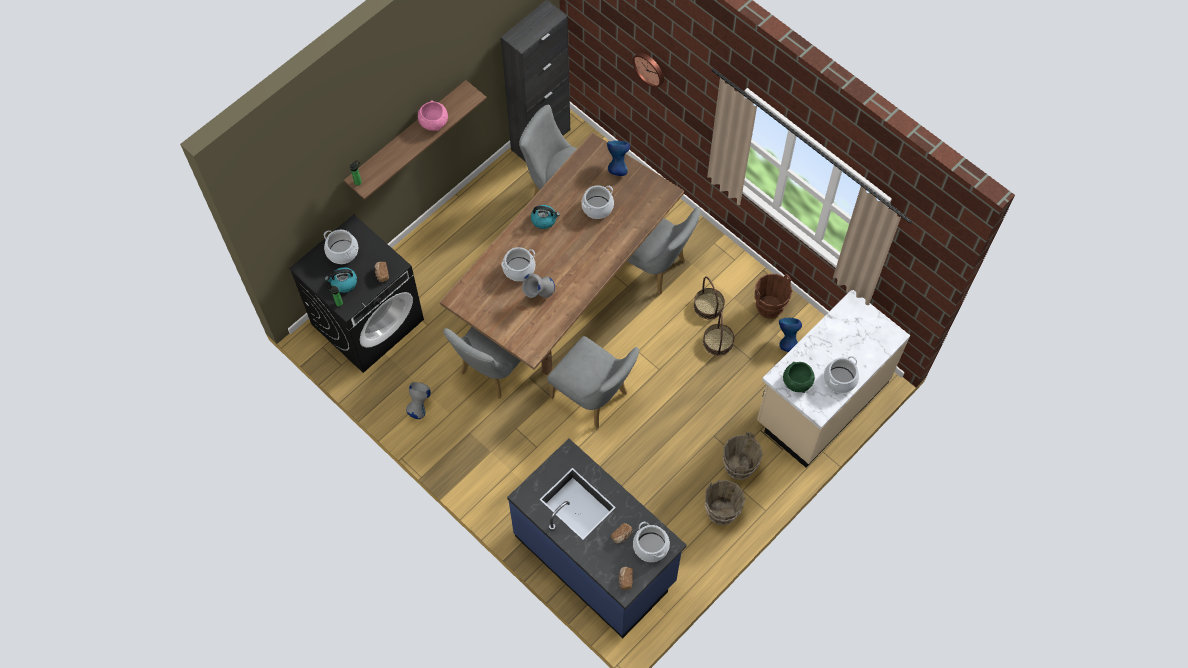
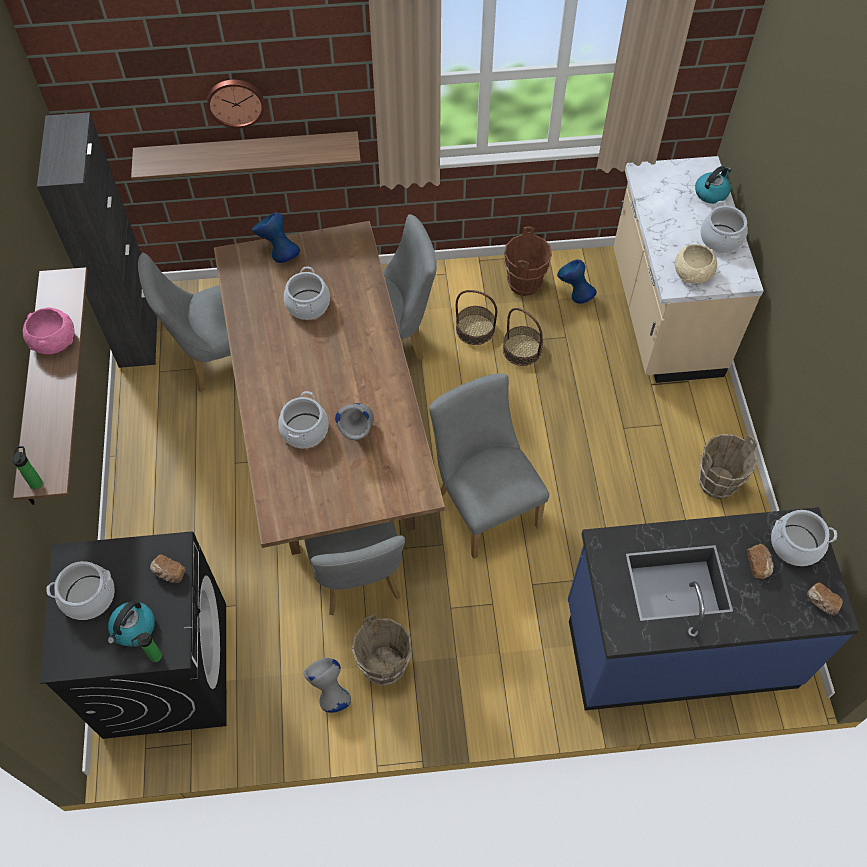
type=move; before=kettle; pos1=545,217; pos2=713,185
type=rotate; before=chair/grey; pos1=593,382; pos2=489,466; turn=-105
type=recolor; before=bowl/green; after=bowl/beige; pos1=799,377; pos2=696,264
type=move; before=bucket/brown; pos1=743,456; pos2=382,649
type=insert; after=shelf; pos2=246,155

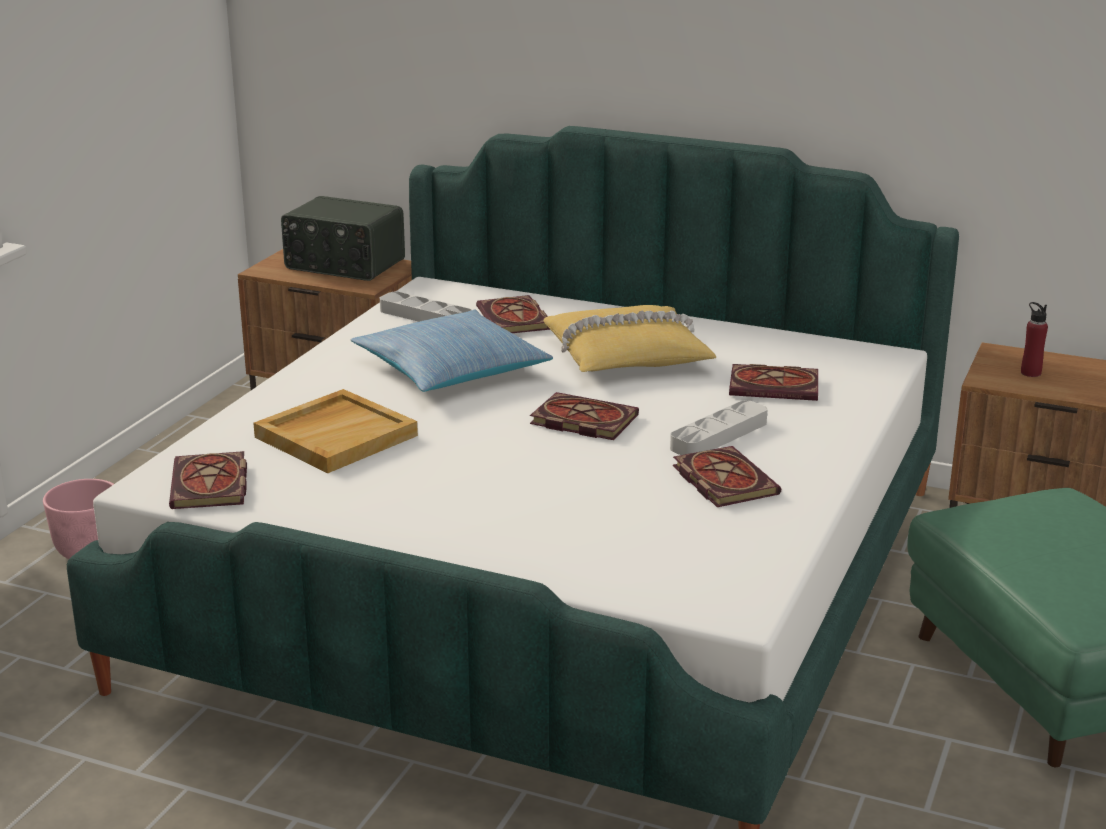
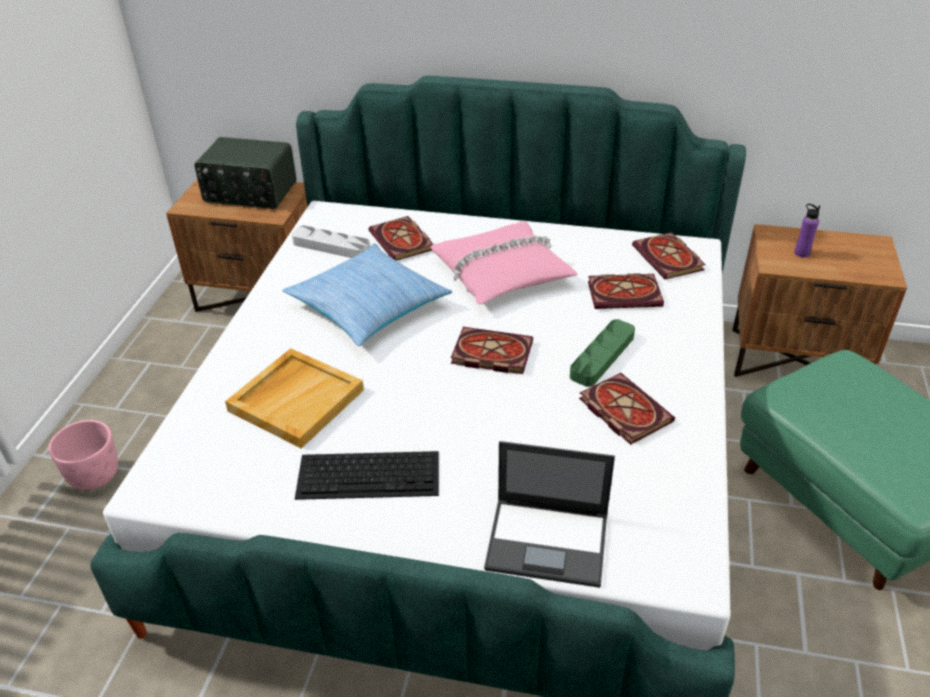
type=recolor; before=bottle/red; after=bottle/purple; pos1=1034,339; pos2=807,231
type=recolor; before=pillow/yellow; after=pillow/pink; pos1=629,338; pos2=504,262
type=recolor; before=tray/grey; after=tray/green; pos1=718,427; pos2=602,353
type=move; before=book; pos1=208,480; pos2=669,255
type=insert; after=laptop; pos2=549,514
type=insert; after=keyboard; pos2=367,475

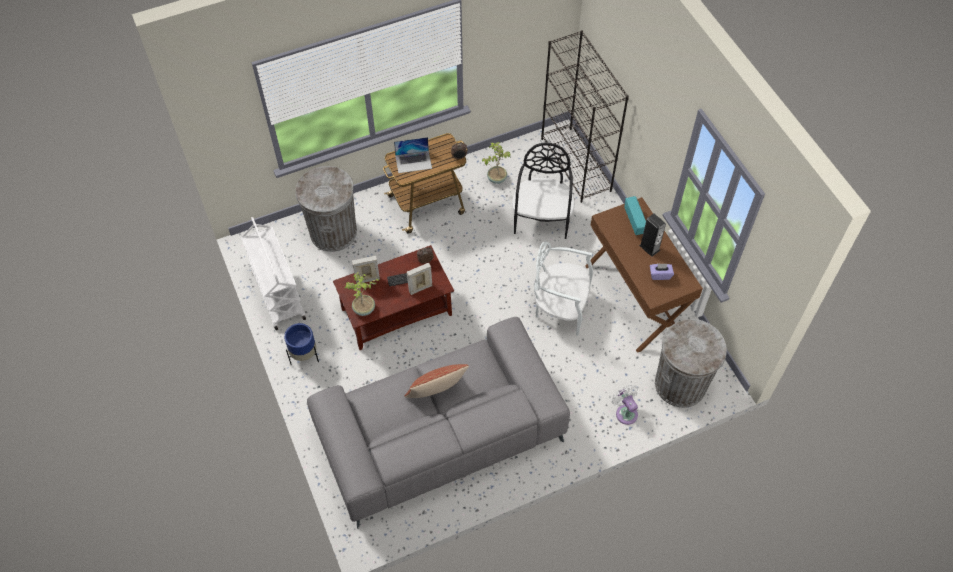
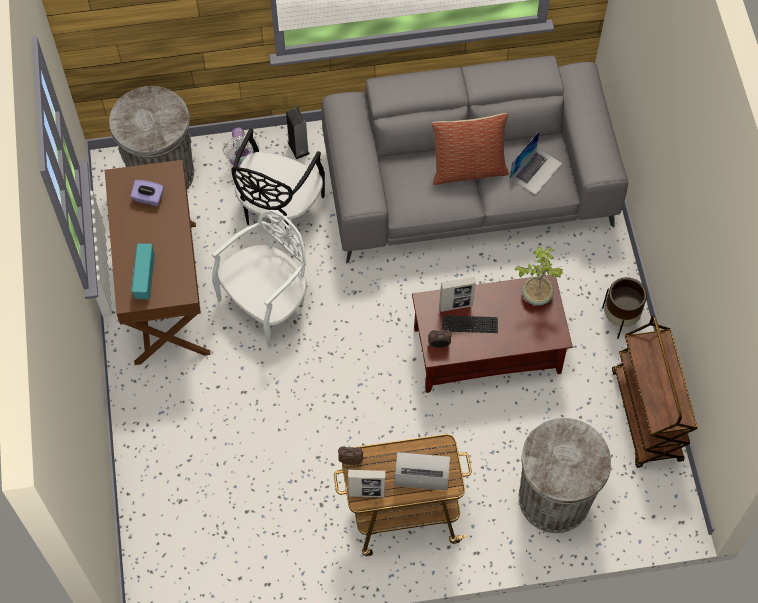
type=delete; before=bookcase/black; pos1=585,117
type=delete; before=potted plant; pos1=496,163
type=move; before=chair/black; pos1=543,191; pos2=278,178
type=move; before=speaker; pos1=652,235; pos2=298,133
type=recolor; before=cart/white; after=cart/brown; pos1=273,273; pos2=655,392
type=rotate; before=chair/white; pos1=563,288; pos2=259,279; turn=-75
type=move; before=picture frame; pos1=366,270; pos2=367,483
type=recolor; before=planter/blue; after=planter/brown; pos1=301,343; pos2=624,308
type=insert; after=laptop; pos2=536,163

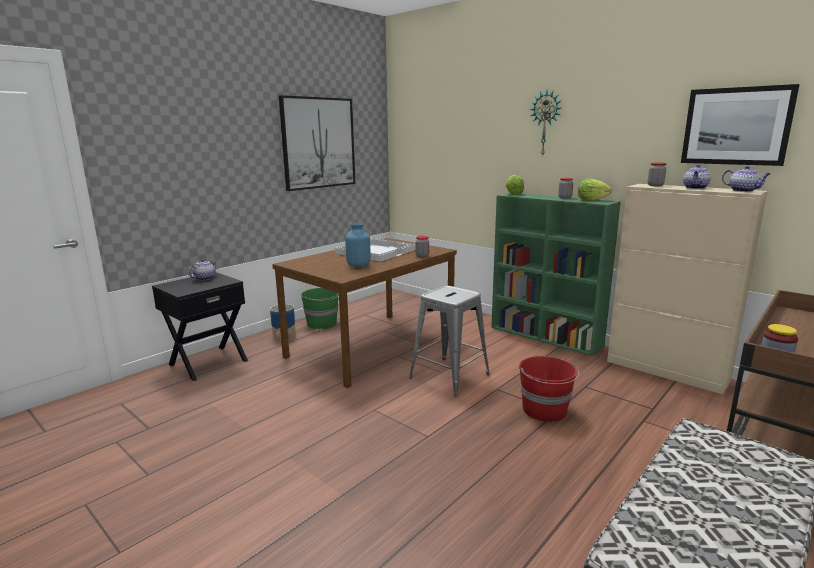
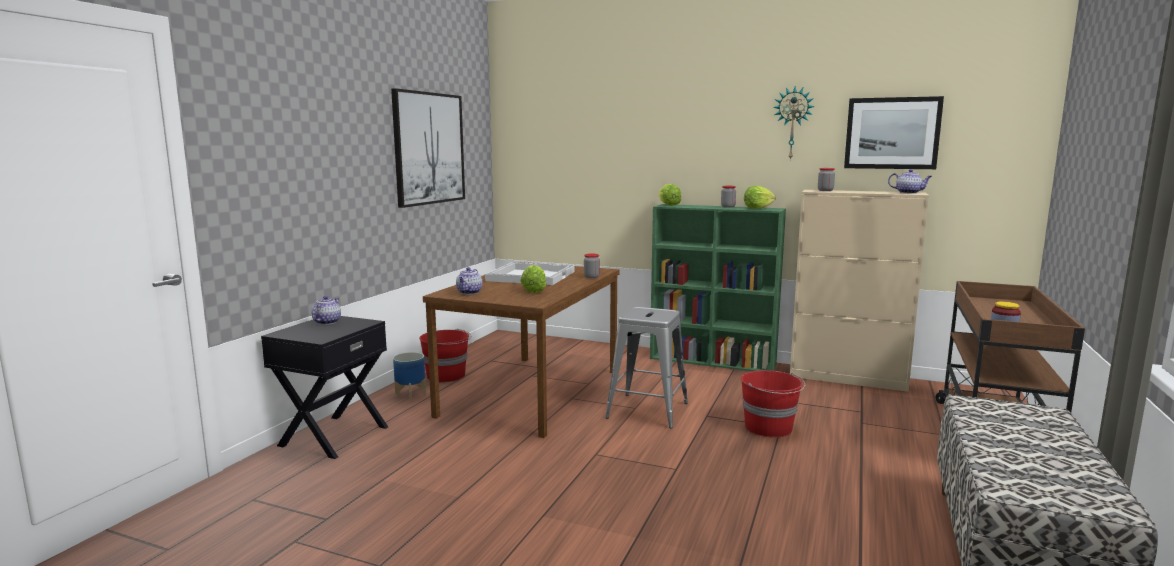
type=move; before=wall clock; pos1=546,124; pos2=794,123
type=move; before=teapot; pos1=697,176; pos2=469,280
type=replace; before=vase/blue; after=lettuce; pos1=358,245; pos2=533,279
type=recolor; before=bucket/green; after=bucket/red; pos1=320,308; pos2=445,355

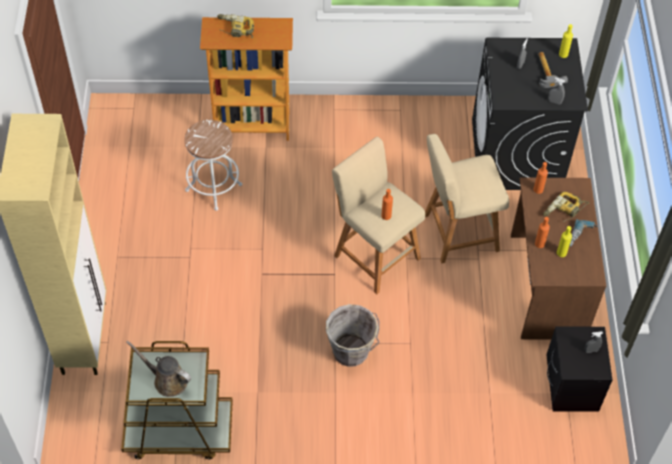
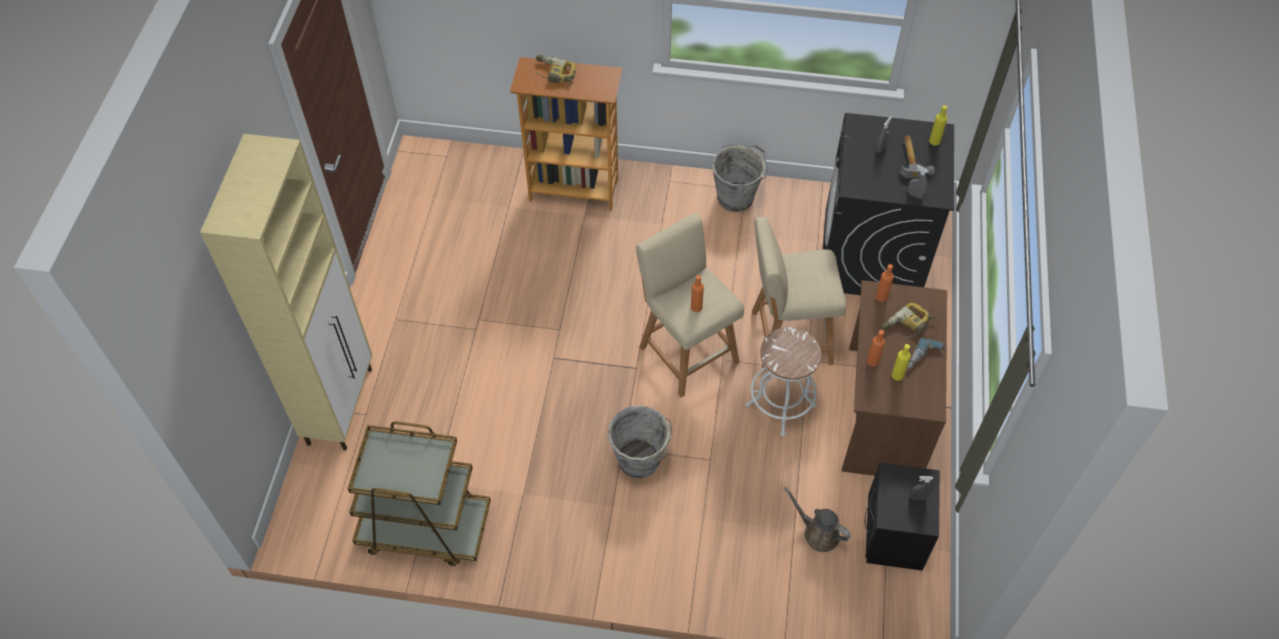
type=move; before=stool/white; pos1=213,165; pos2=783,381
type=move; before=watering can/brown; pos1=158,368; pos2=817,519
type=insert; after=bucket/grey; pos2=740,178

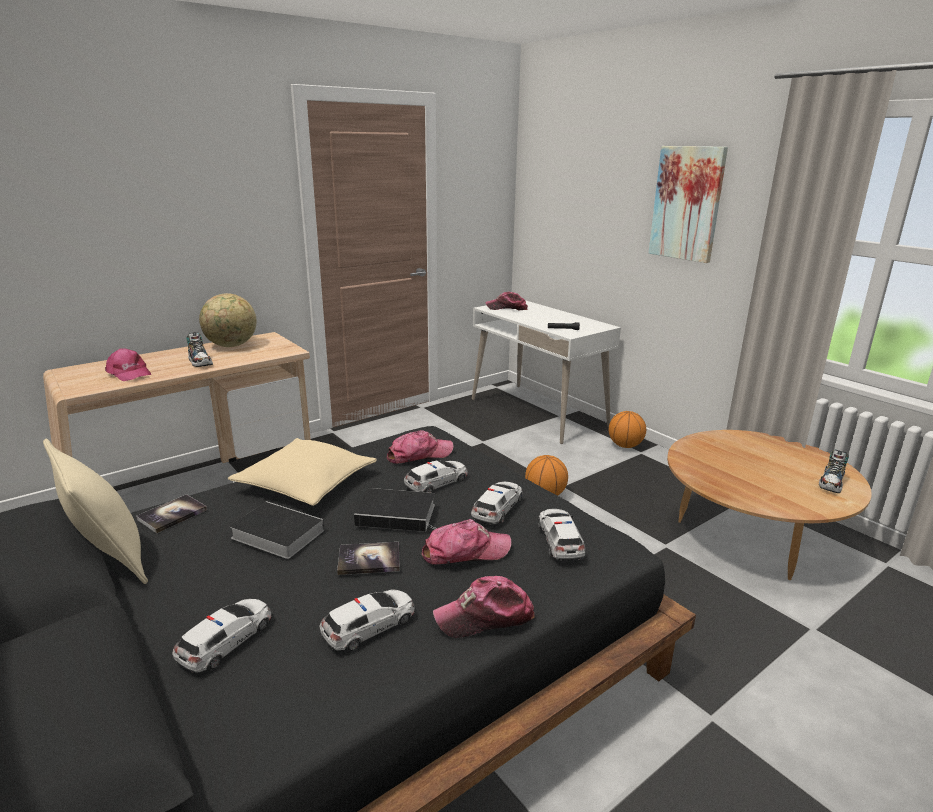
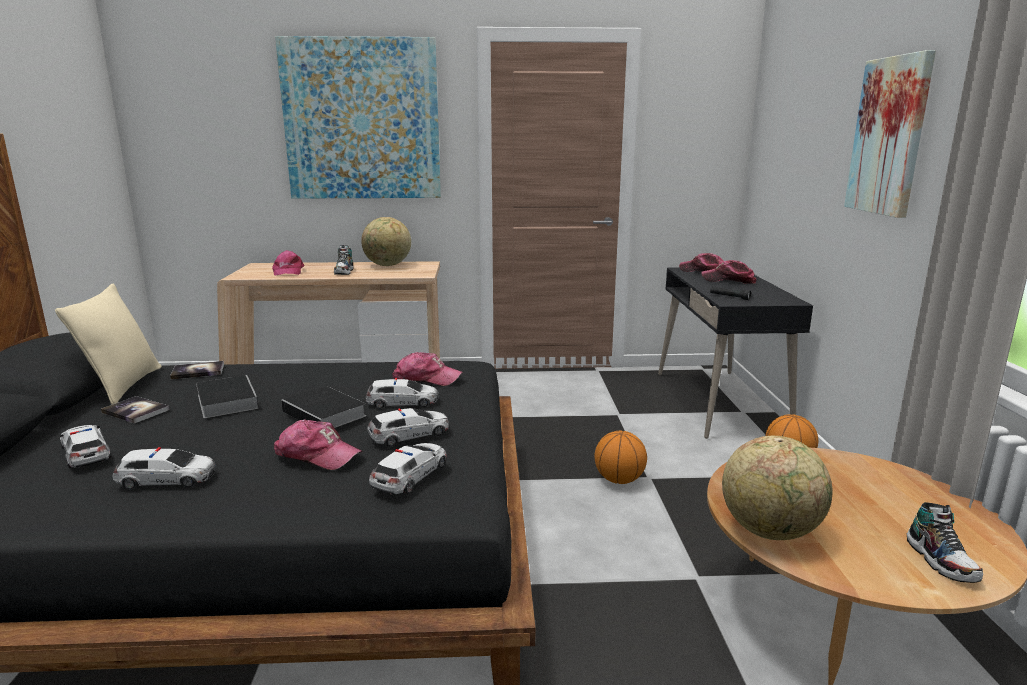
type=recolor; before=desk/white; after=desk/black; pos1=546,372; pos2=735,353
type=delete; before=pillow/beige; pos1=302,472
type=rotate; before=shoe; pos1=834,471; pos2=945,542; turn=-75
type=move; before=book; pos1=368,558; pos2=135,410
type=move; before=cap; pos1=483,607; pos2=729,272
type=rotate; before=toy car; pos1=221,636; pos2=85,446; turn=-105
type=insert; after=picture; pos2=358,117
type=insert; after=globe; pos2=777,488

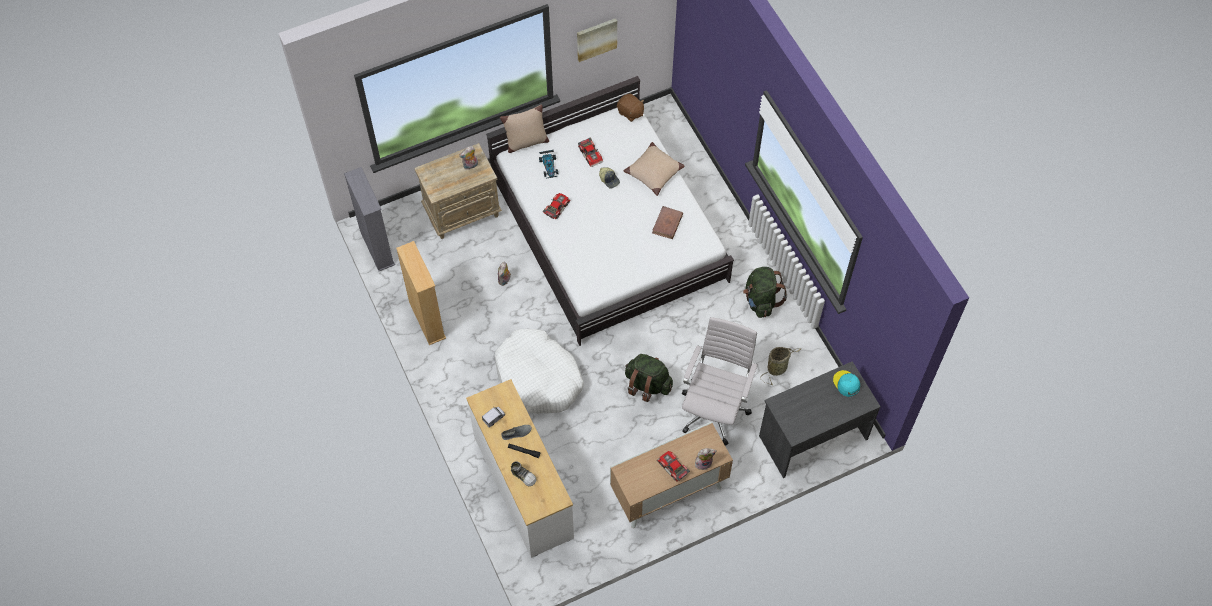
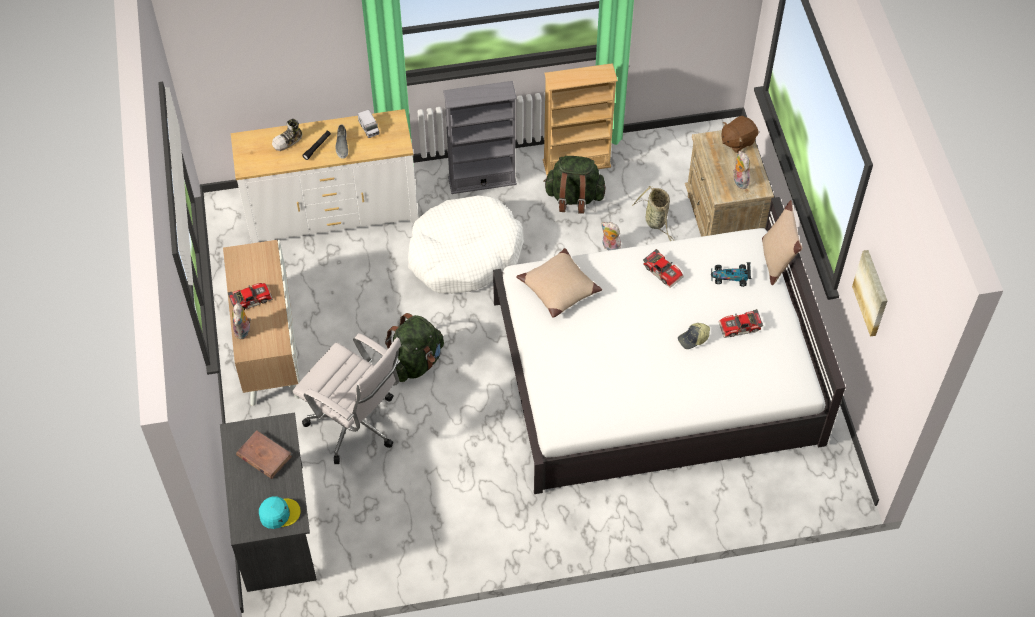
type=move; before=plush toy/brown; pos1=630,107; pos2=740,134
type=move; before=pillow/beige; pos1=653,169; pos2=559,283
type=move; before=bookcase/grey; pos1=369,219; pos2=480,137
type=move; before=book/brown; pos1=667,222; pos2=264,455
type=move; before=backpack/green; pos1=765,292; pos2=575,185
type=move; before=basket; pos1=780,366; pos2=653,213

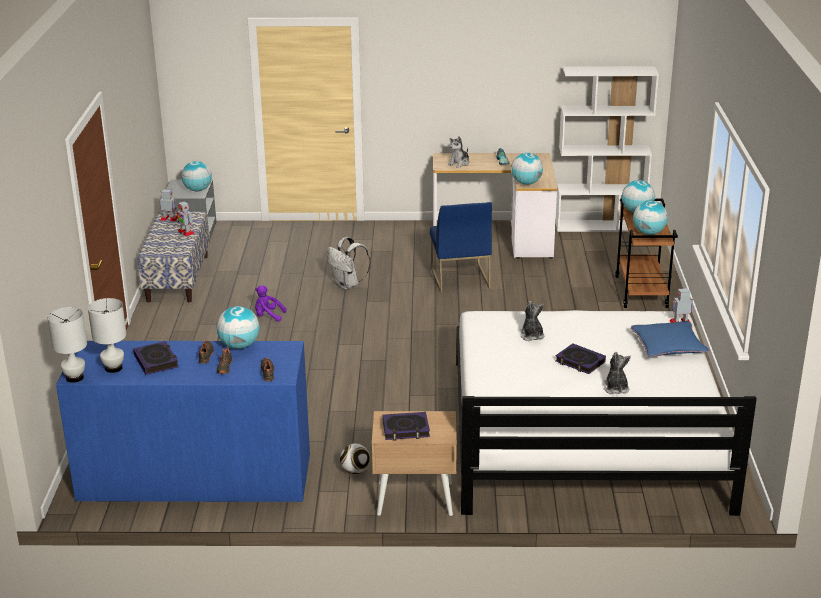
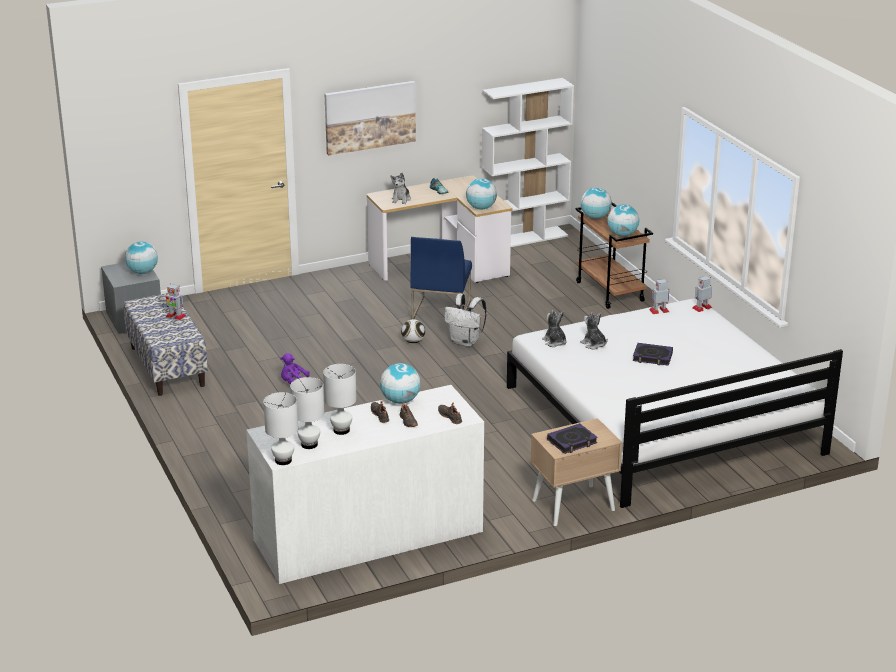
type=move; before=toy robot; pos1=168,205; pos2=659,296
type=rotate; before=chair/blue; pos1=461,247; pos2=441,278; turn=45
type=move; before=backpack/white; pos1=349,263; pos2=465,320
type=delete; before=pillow/blue; pos1=670,339
type=recolor; before=dresser/blue; after=dresser/white; pos1=183,421; pos2=365,484
type=replace; before=book; after=table lamp/white; pos1=156,358; pos2=339,399
type=move; before=plush toy; pos1=617,373; pos2=554,328
type=move; before=football; pos1=355,458; pos2=413,331
type=insert; after=picture; pos2=370,118

